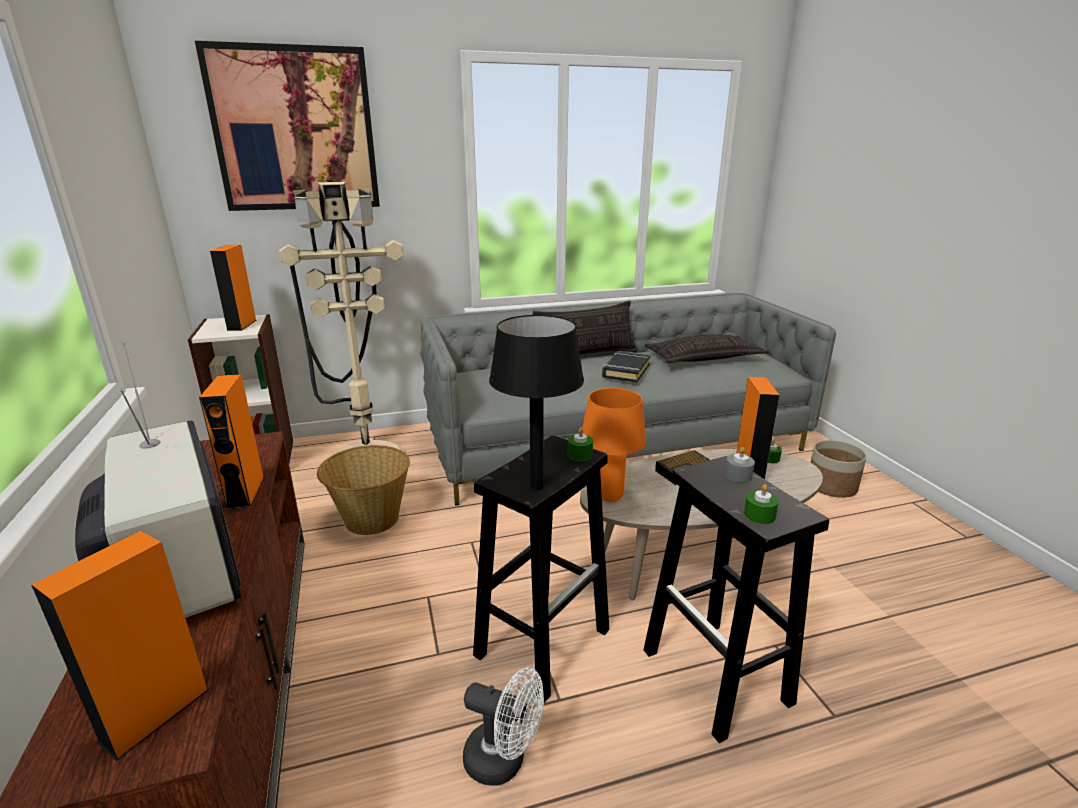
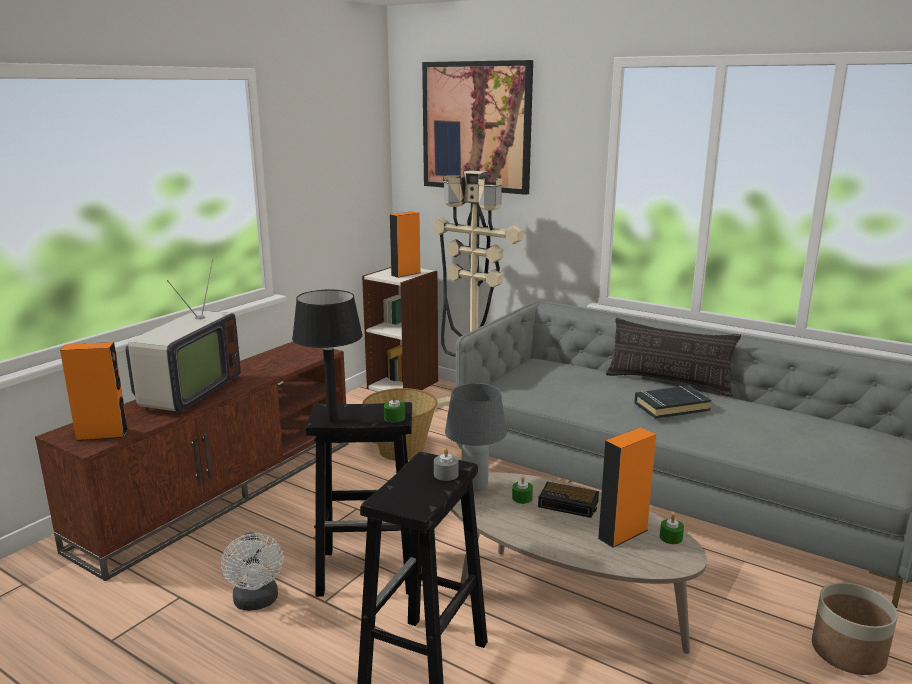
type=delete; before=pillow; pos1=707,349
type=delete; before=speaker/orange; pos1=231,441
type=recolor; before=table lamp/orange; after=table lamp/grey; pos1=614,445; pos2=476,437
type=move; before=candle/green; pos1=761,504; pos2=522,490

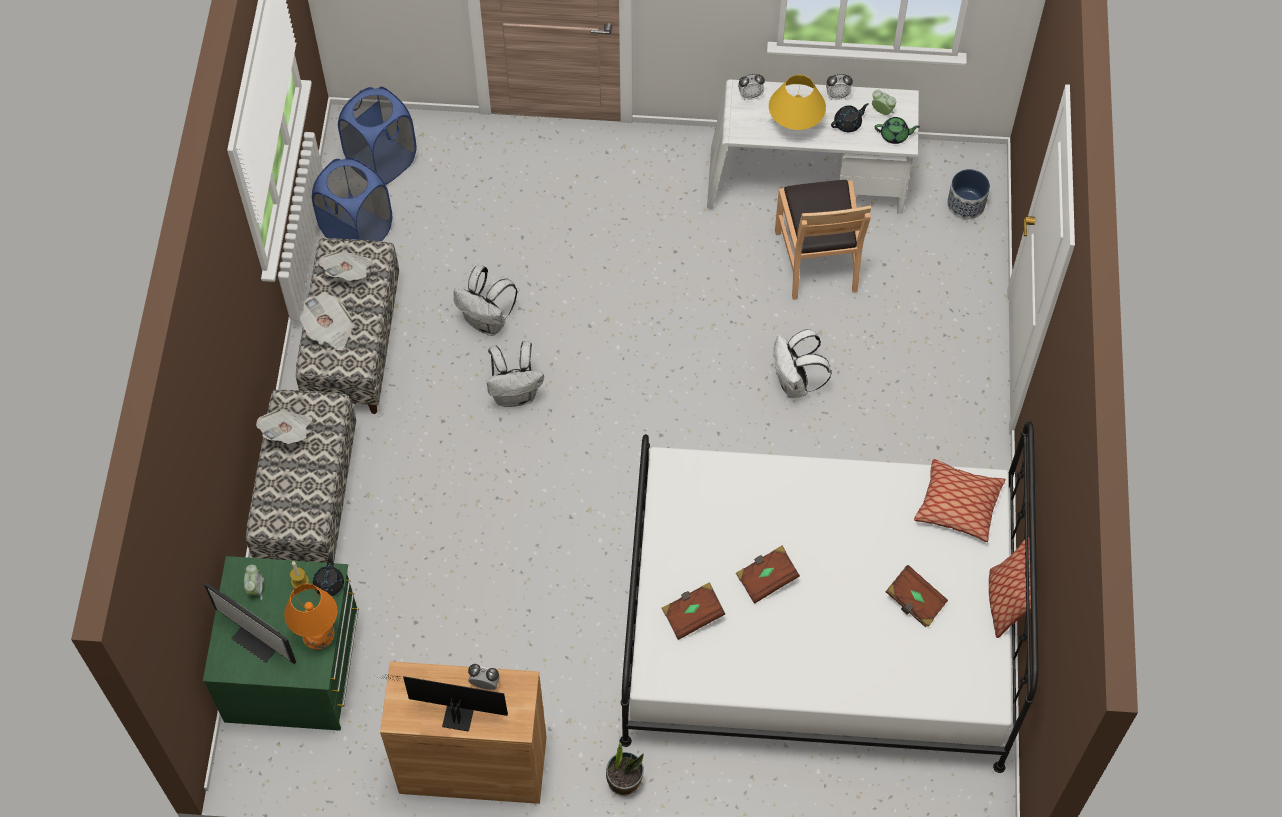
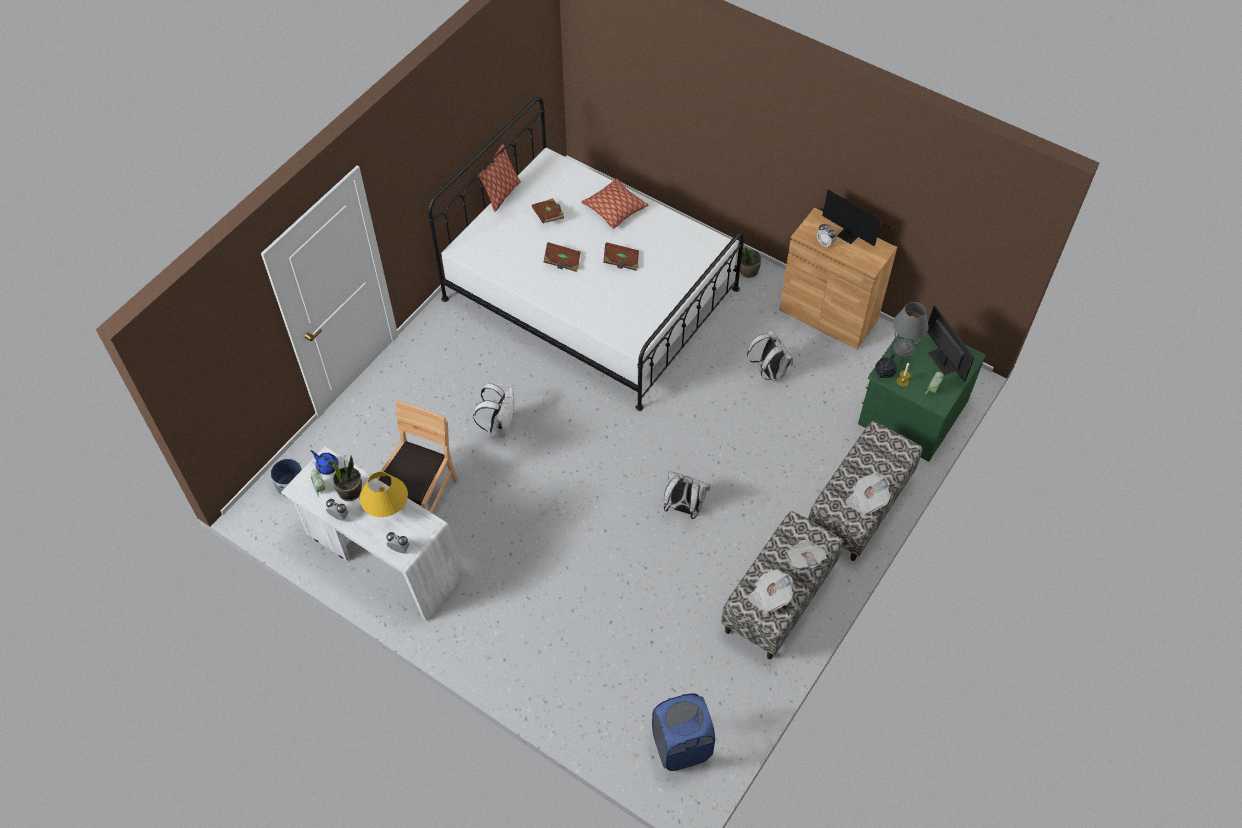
type=replace; before=teapot/black; after=potted plant; pos1=850,117; pos2=346,478
type=recolor; before=teapot/green; after=teapot/blue; pos1=897,130; pos2=325,462
type=delete; before=laundry basket/blue; pos1=352,199
type=move; before=backpack/white; pos1=485,301; pos2=770,356
type=move; before=pillow; pos1=960,500; pos2=615,203
type=move; before=book/brown; pos1=693,611; pos2=562,257
type=recolor; before=table lamp/orange; after=table lamp/grey; pos1=310,616; pos2=911,329

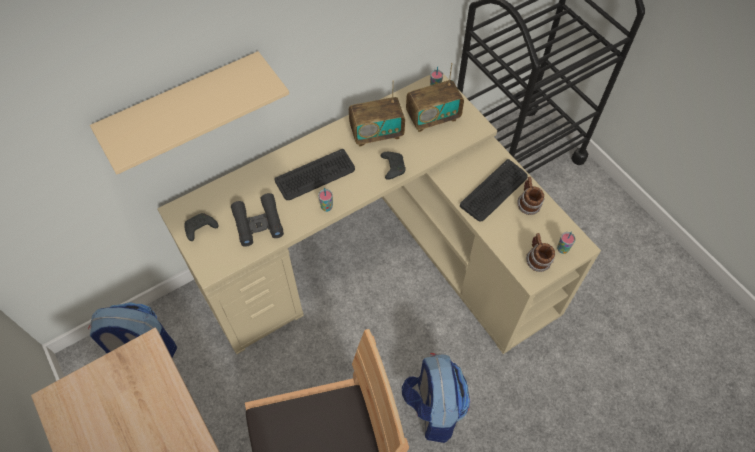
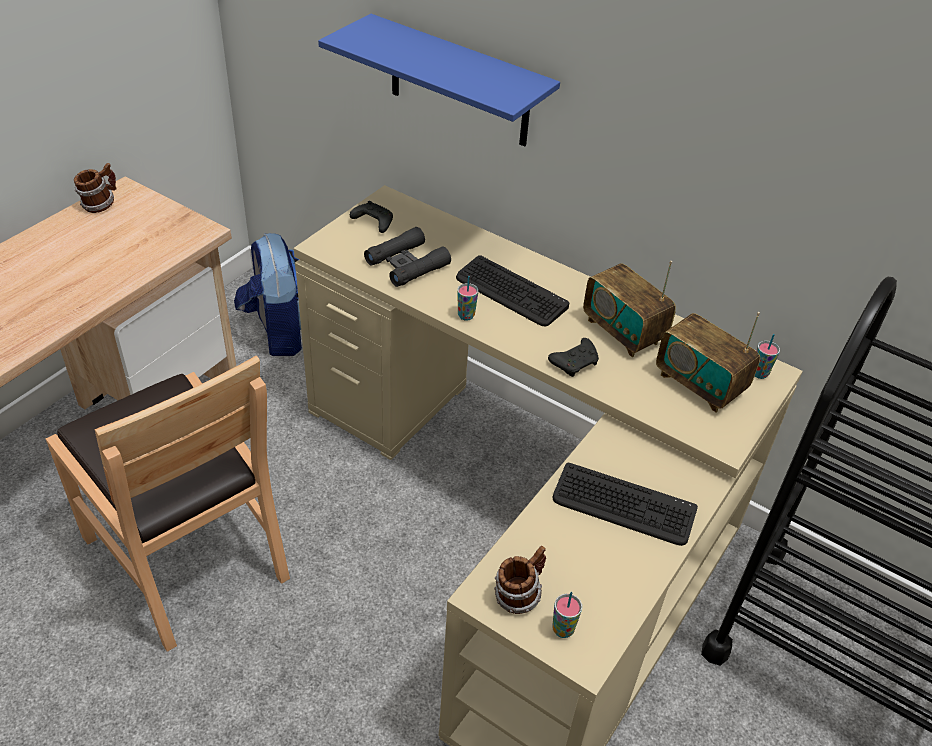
type=recolor; before=shelf/beige; after=shelf/blue; pos1=189,113; pos2=439,80
type=move; before=mug; pos1=531,196; pos2=95,188
type=delete; before=backpack; pos1=436,398

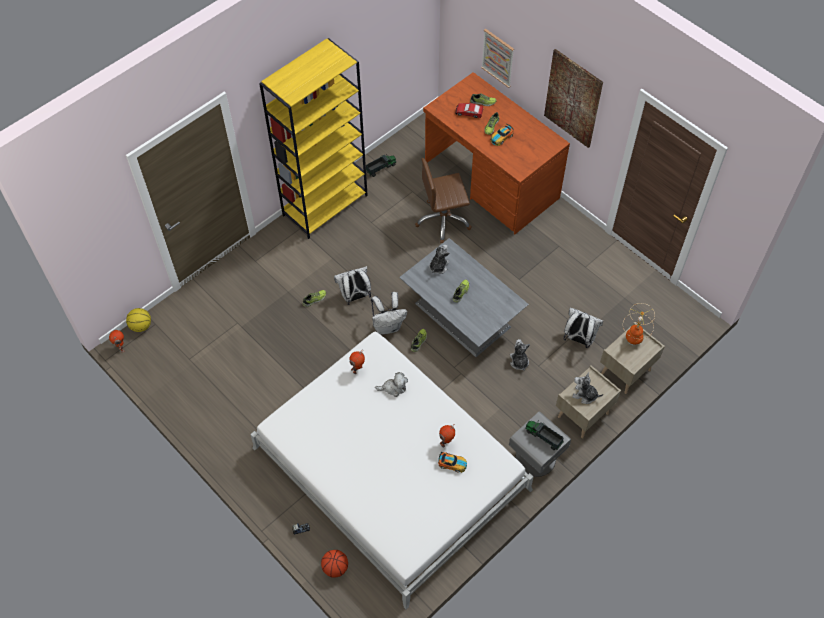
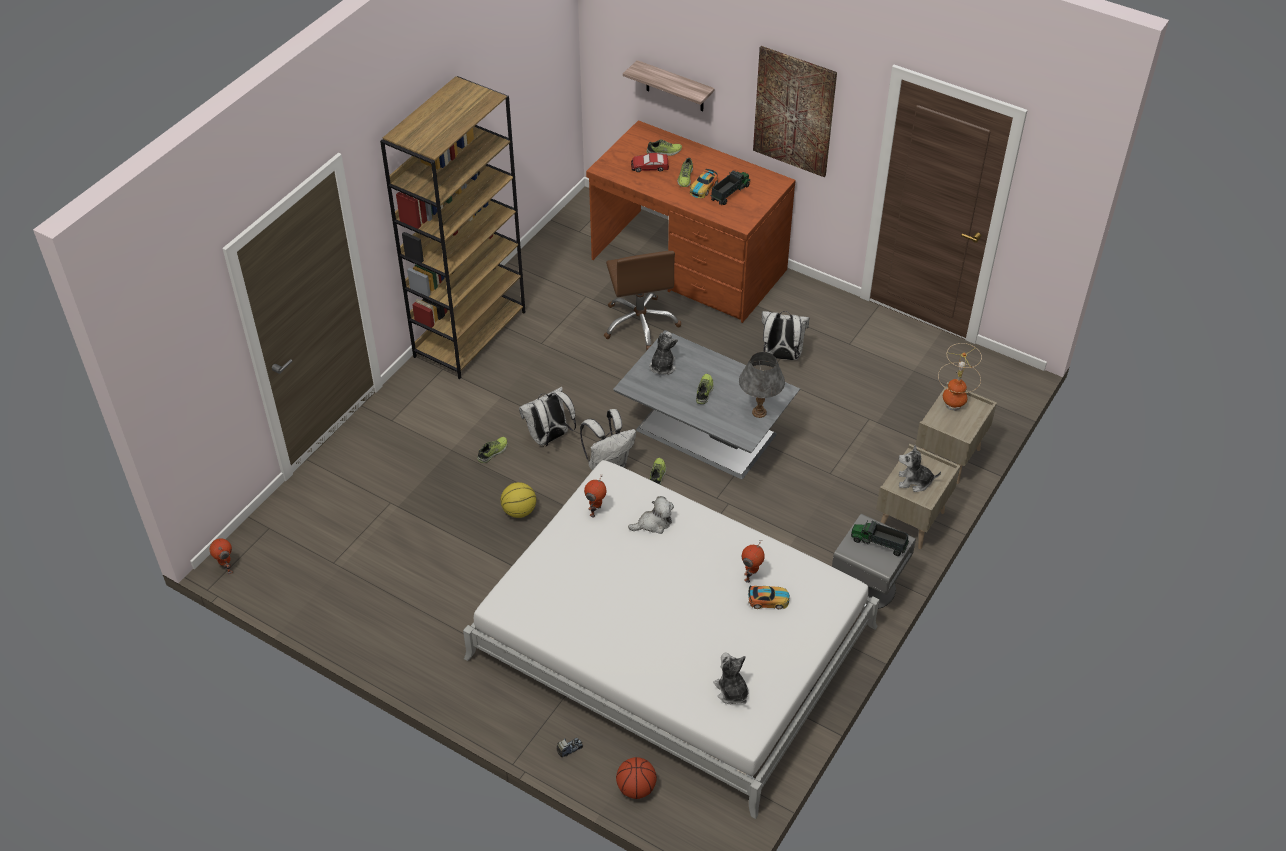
type=replace; before=picture; after=shelf; pos1=497,58; pos2=669,85
type=recolor; before=bookcase/yellow; after=bookcase/brown; pos1=313,138; pos2=452,227
type=move; before=toy truck; pos1=381,165; pos2=731,188
type=rotate; before=office chair/brown; pos1=443,200; pos2=642,300; turn=-75
type=move; before=basketball; pos1=138,320; pos2=518,500
type=move; before=backpack/white; pos1=583,328; pos2=785,335
type=move; before=plush toy; pos1=520,355; pos2=731,678
type=insert; after=table lamp/grey; pos2=762,385

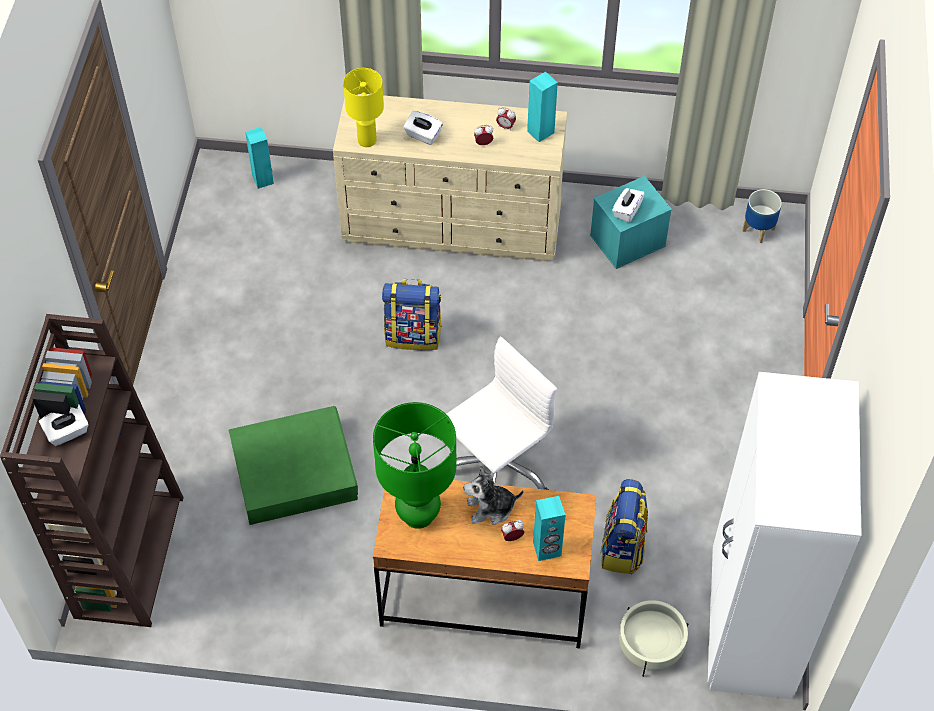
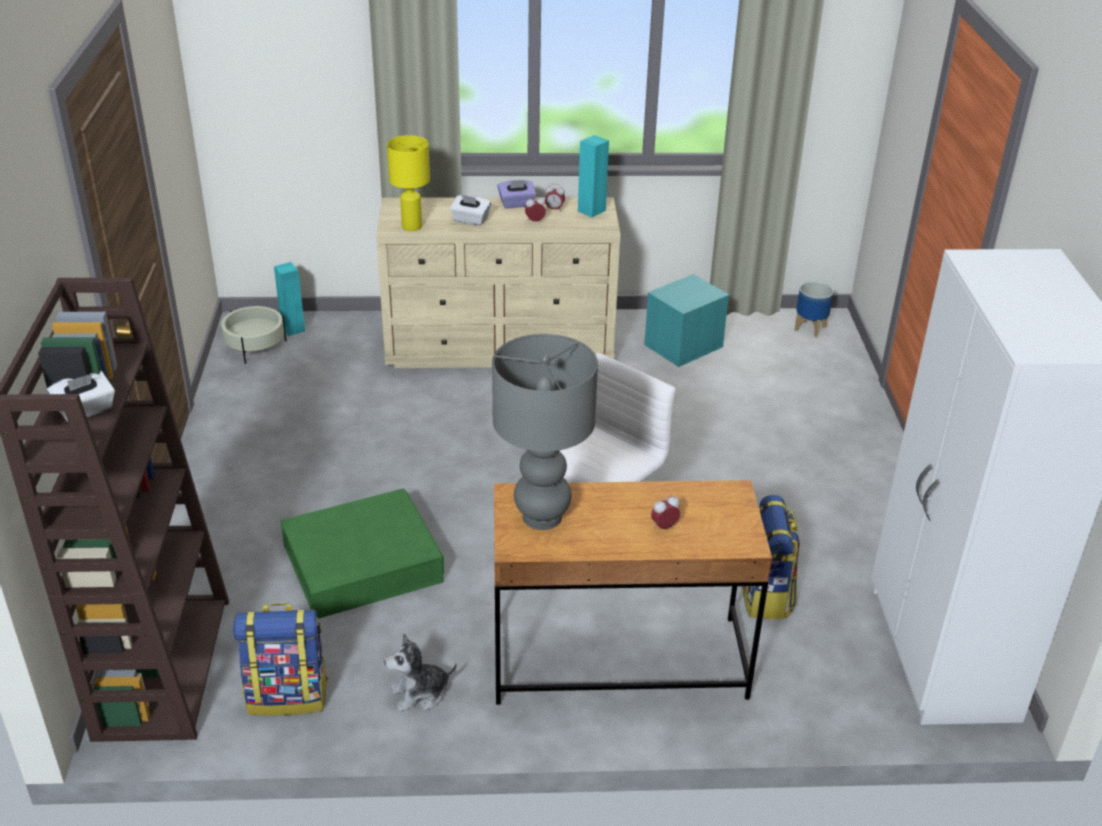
type=delete; before=tissue box/white; pos1=628,205
type=move; before=backpack; pos1=412,314; pos2=280,659
type=recolor; before=table lamp/green; after=table lamp/grey; pos1=414,465; pos2=545,432
type=move; before=plush toy; pos1=493,495; pos2=420,672
type=delete; before=speaker/turquoise; pos1=549,528
type=move; before=planter/beige; pos1=653,638; pos2=253,335
type=insert; after=tissue box/purple; pos2=516,194

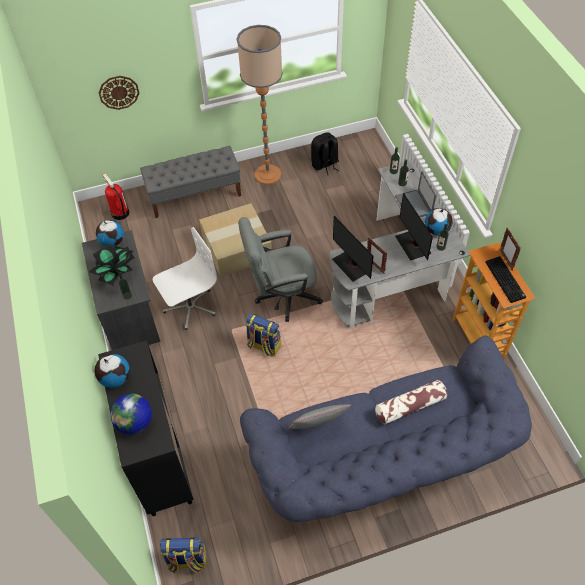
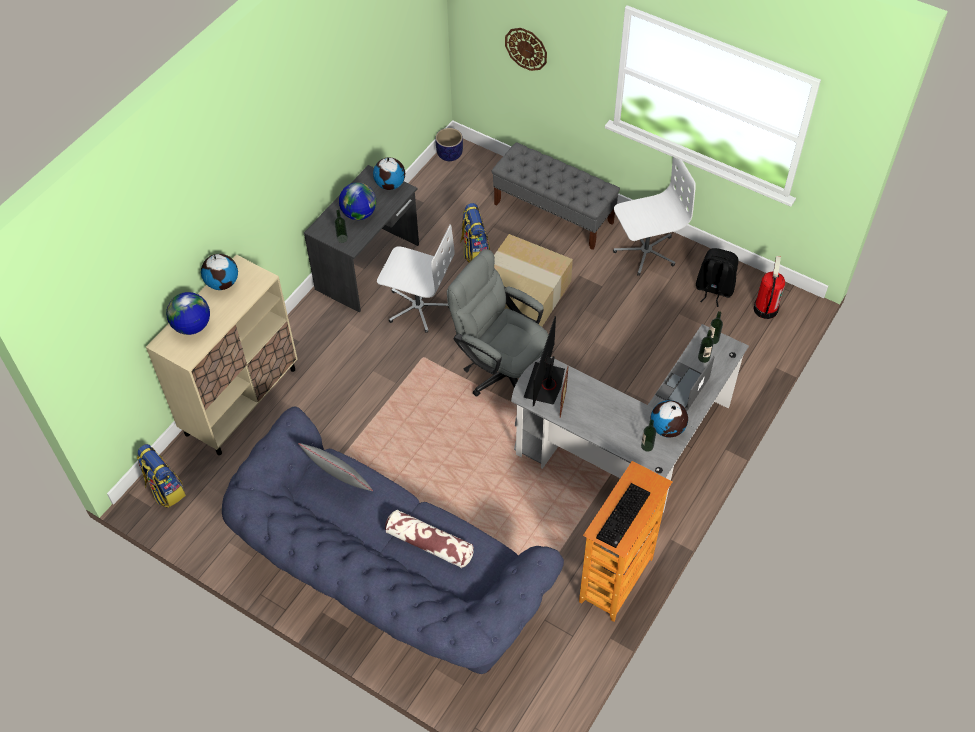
type=replace; before=floor lamp; after=office chair/white; pos1=260,105; pos2=654,216
type=move; before=fire extinguisher; pos1=115,197; pos2=769,287
type=delete; before=monitor; pos1=414,227
type=delete; before=picture frame; pos1=510,249
type=replace; before=potted plant; after=globe; pos1=112,264; pos2=357,201
type=move; before=backpack; pos1=263,335; pos2=475,233
type=recolor; before=cabinet/black; after=cabinet/beige; pos1=145,428; pos2=221,355
type=insert; after=planter; pos2=449,144

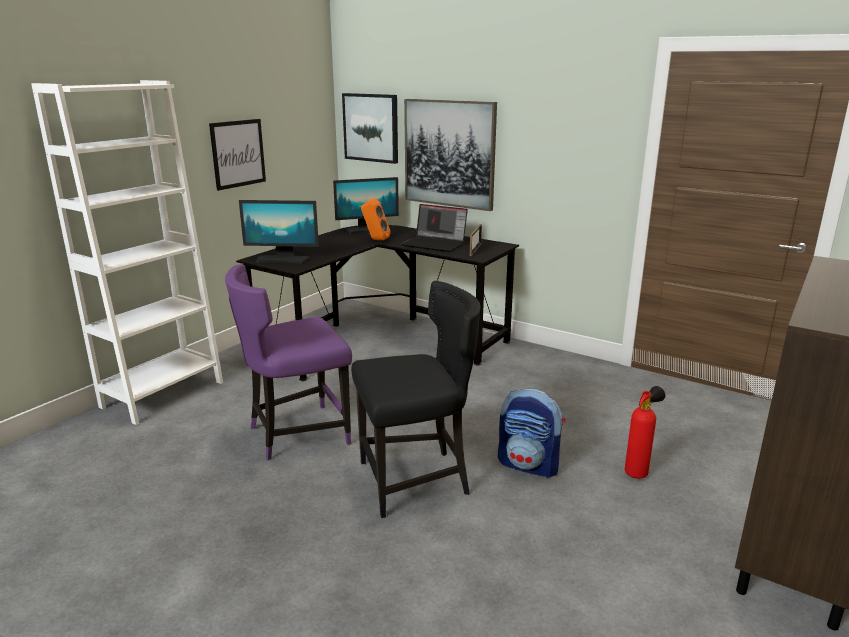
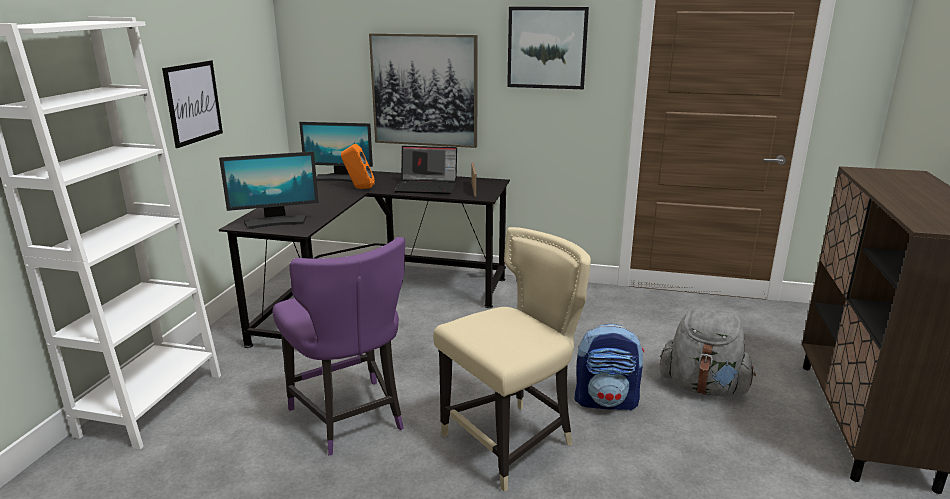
type=move; before=picture; pos1=370,128; pos2=548,48
type=rotate; before=monitor; pos1=366,205; pos2=336,152; turn=45
type=rotate; before=chair/purple; pos1=288,362; pos2=339,346; turn=-75
type=recolor; before=chair/black; after=chair/beige; pos1=416,399; pos2=512,359
type=replace; before=fire extinguisher; after=backpack/grey; pos1=645,432; pos2=708,352

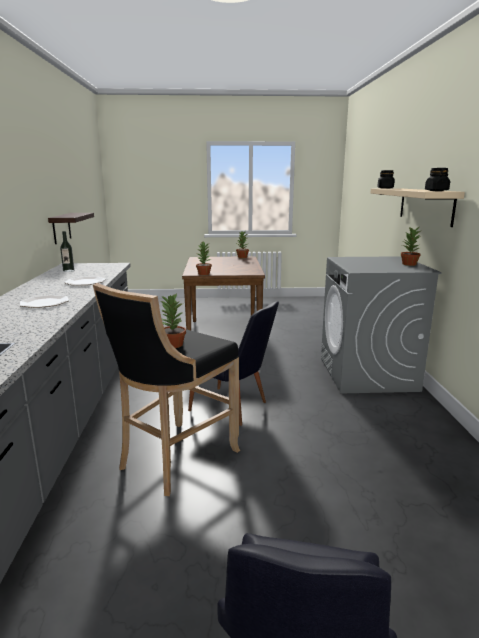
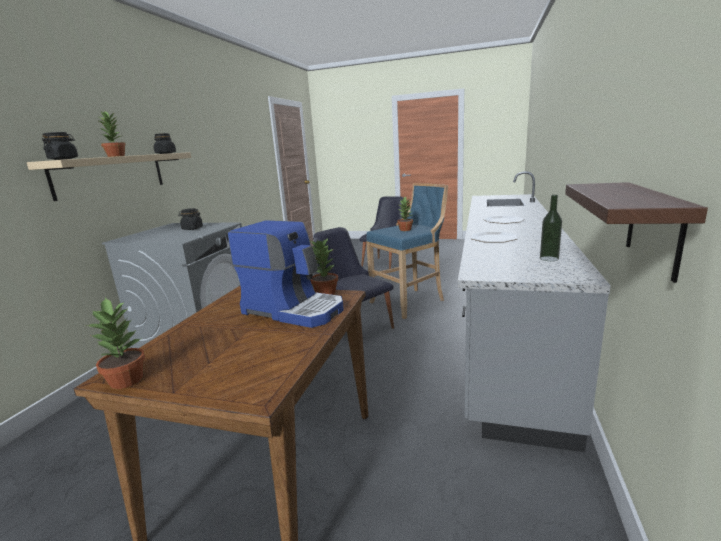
type=move; before=potted plant; pos1=411,246; pos2=111,134
type=recolor; before=stool/black; after=stool/blue; pos1=166,389; pos2=407,251
type=insert; after=jar/black; pos2=190,219
type=insert; after=coffee machine; pos2=286,274

